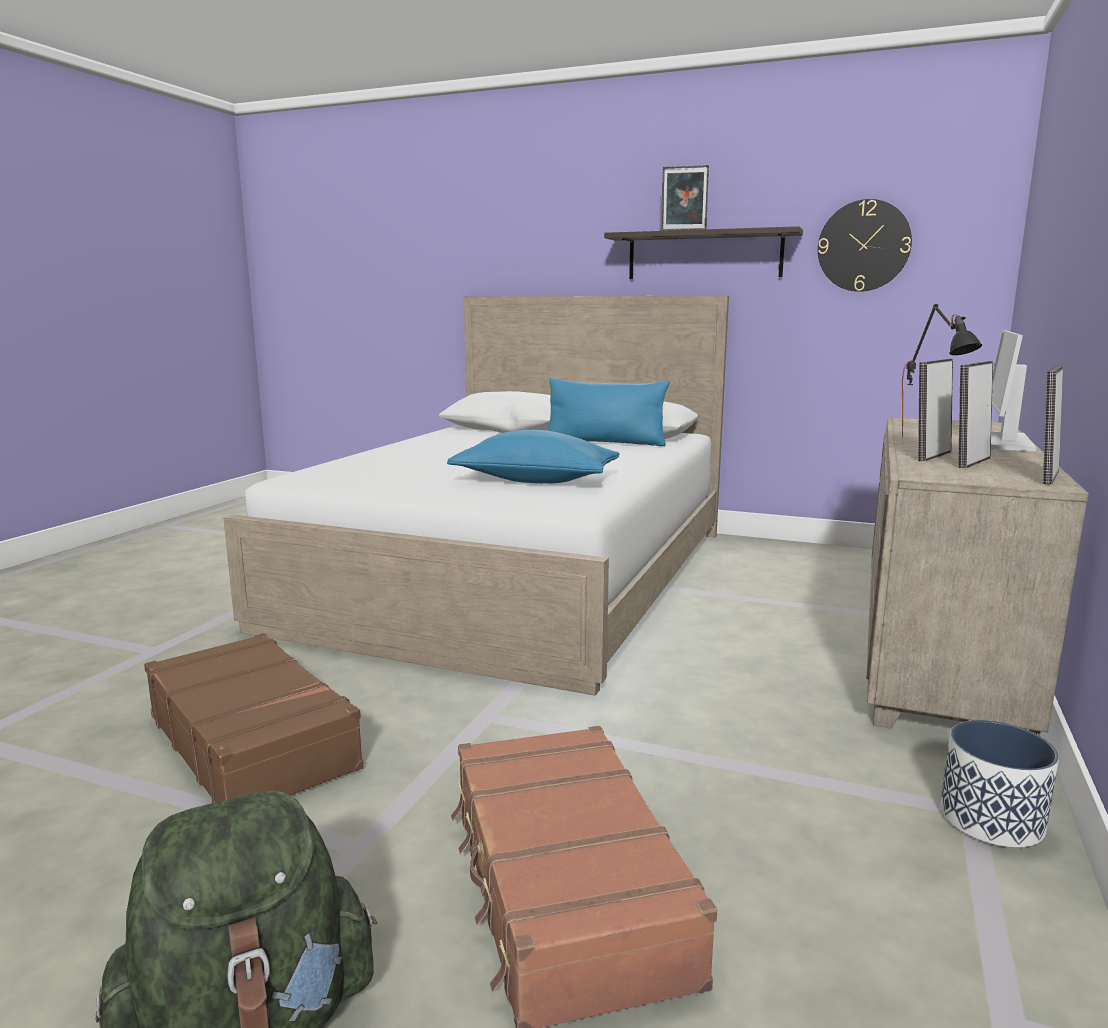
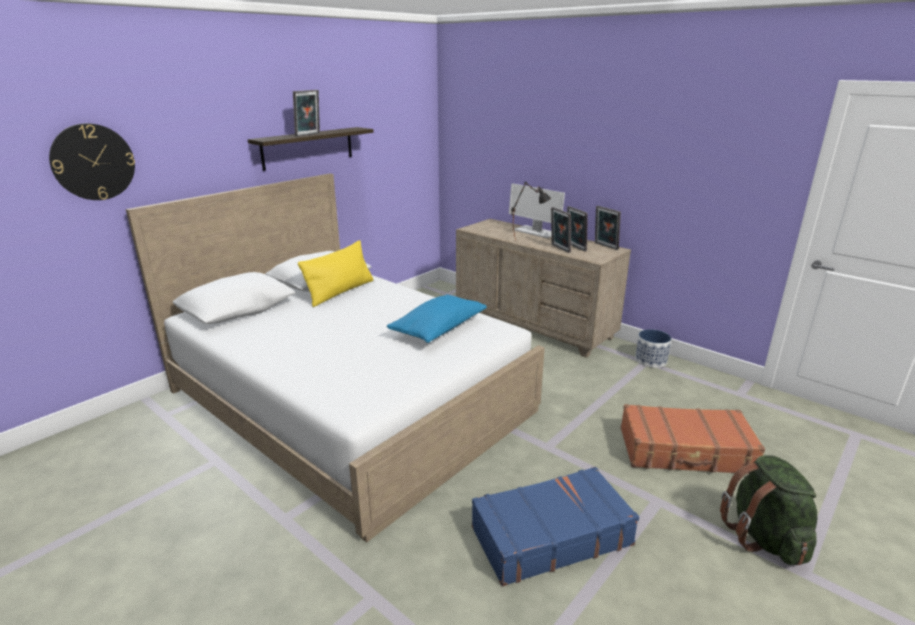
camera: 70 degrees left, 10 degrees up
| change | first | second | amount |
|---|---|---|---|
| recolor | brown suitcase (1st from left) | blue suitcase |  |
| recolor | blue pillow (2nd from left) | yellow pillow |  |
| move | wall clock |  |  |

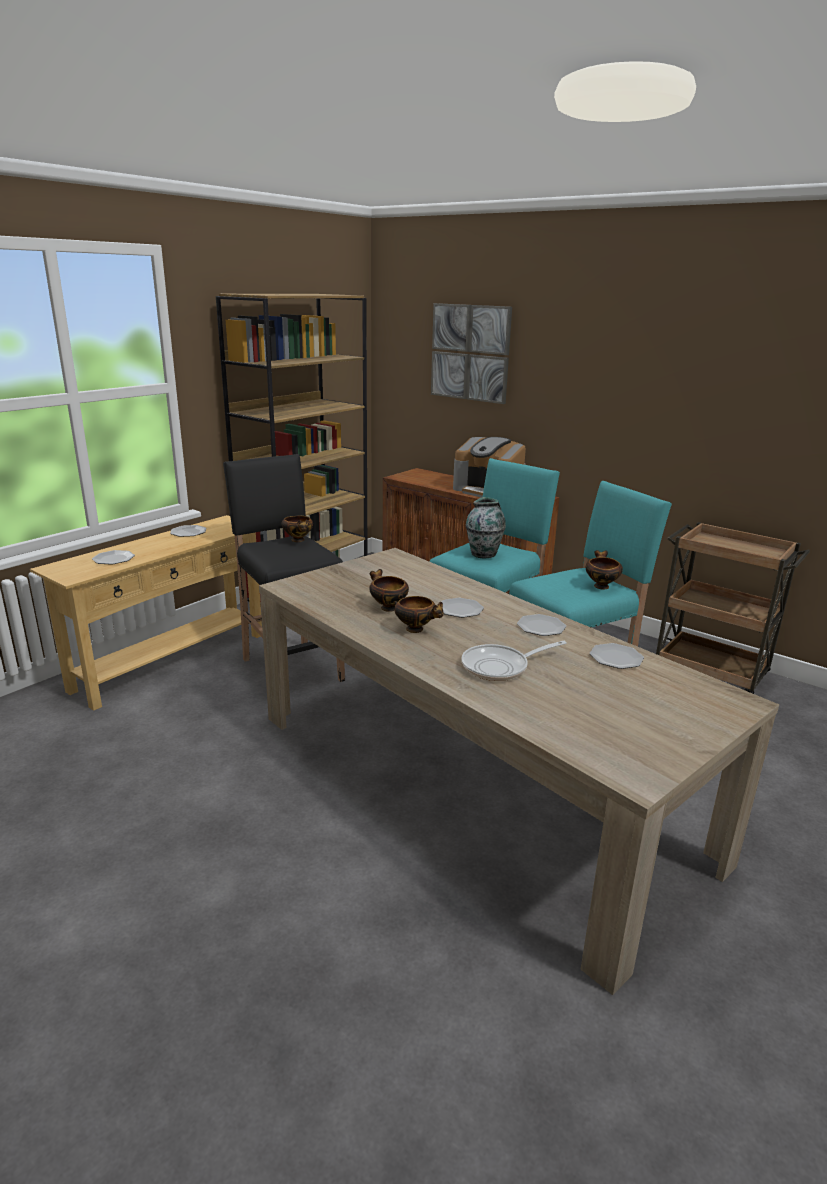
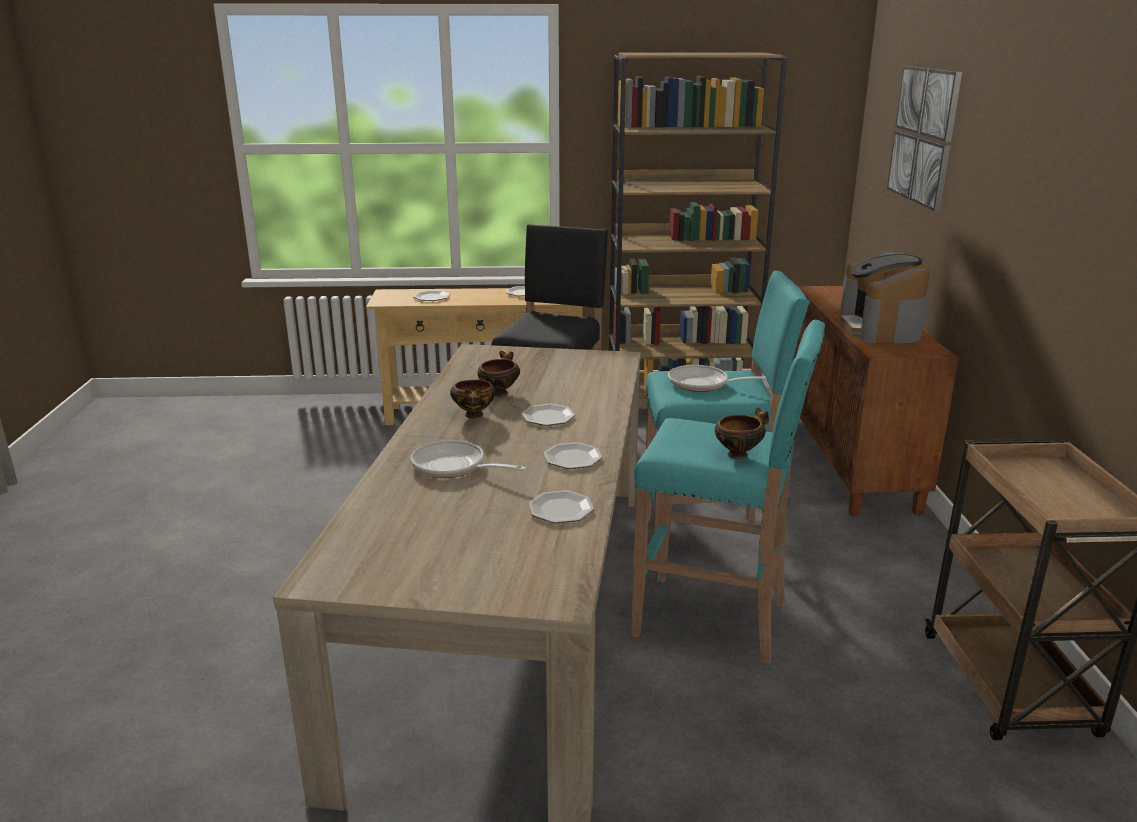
camera: 50 degrees right, 0 degrees up
| change | first | second | amount |
|---|---|---|---|
| delete | bowl (1st from left) |  |  |
| replace | vase | frying pan (2nd from left) |  |

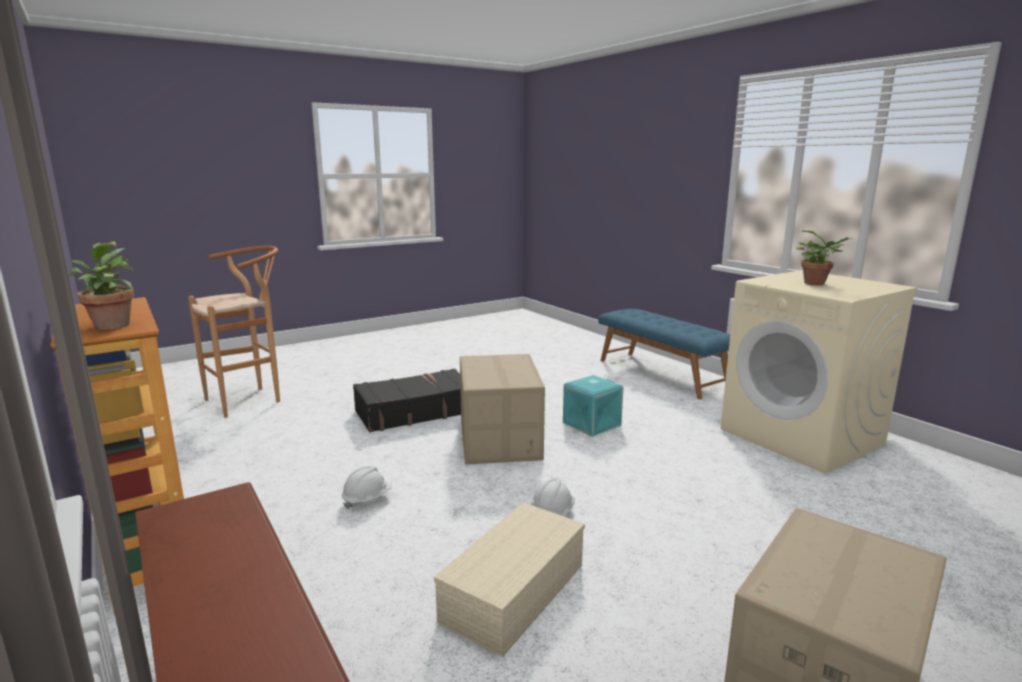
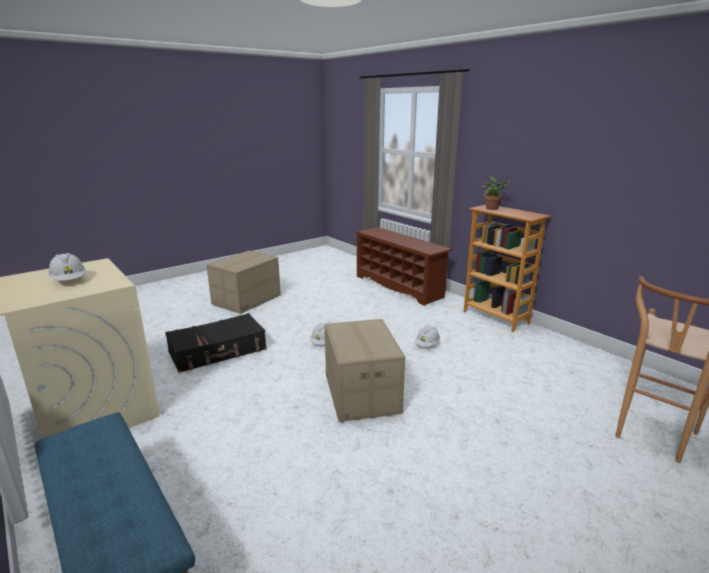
camera: 175 degrees right, 5 degrees up
| change | first | second | amount |
|---|---|---|---|
| move | black suitcase |  |  |
| delete | beige storage box |  |  |
| delete | turquoise storage box |  |  |
| replace | potted plant (2nd from left) | white hard hat (1st from left) |  |

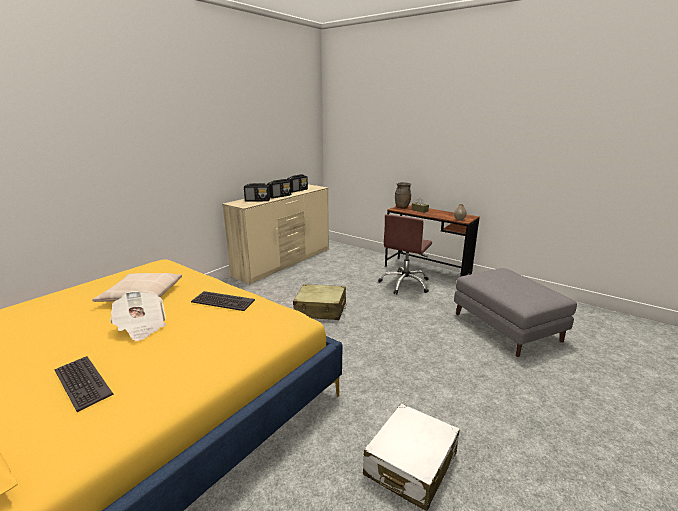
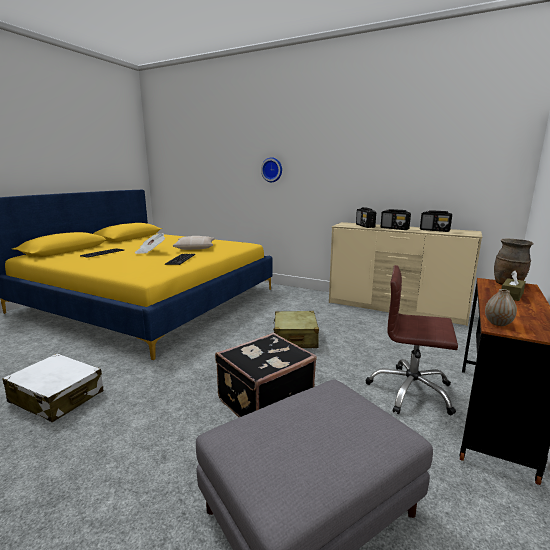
camera: 80 degrees right, 5 degrees down
| change | first | second | amount |
|---|---|---|---|
| insert |  | black suitcase |  |
| insert |  | wall clock |  |

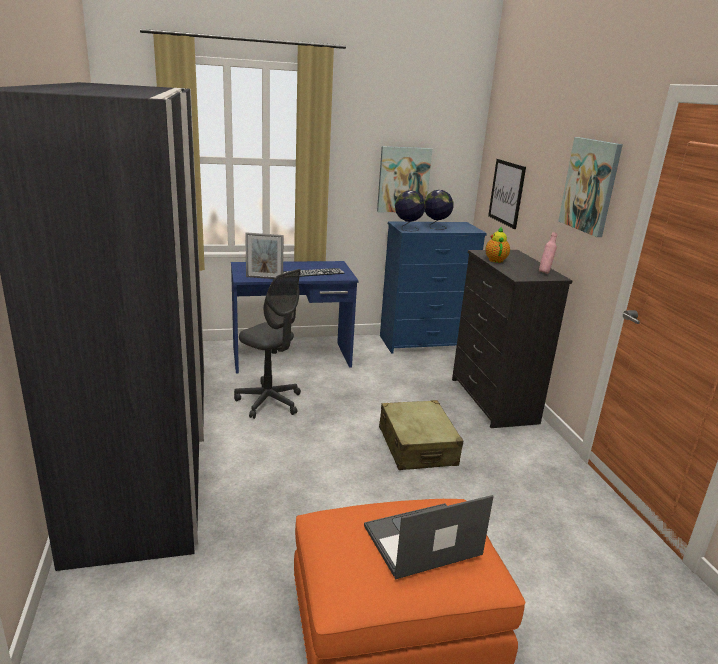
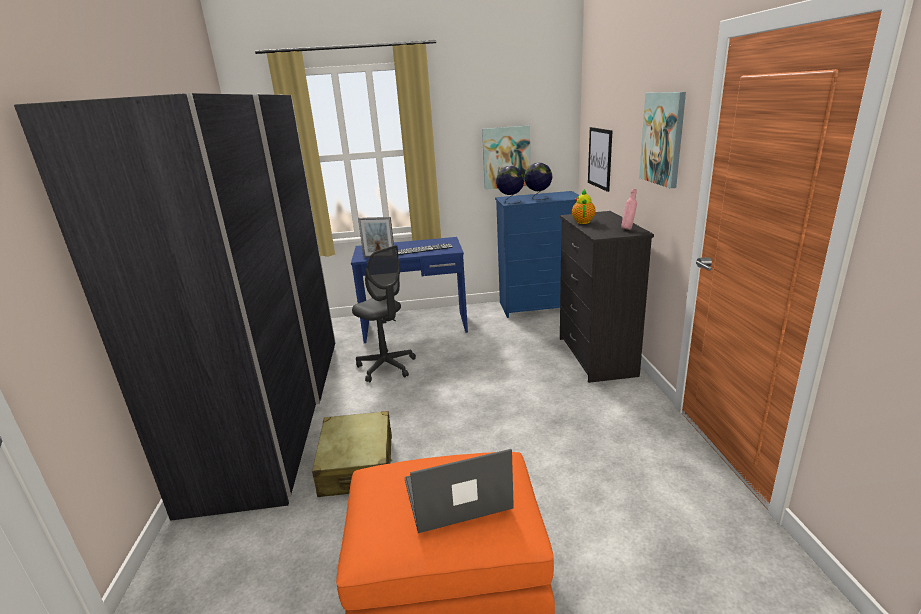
camera: 10 degrees right, 0 degrees up
| change | first | second | amount |
|---|---|---|---|
| move | beige suitcase |  |  |

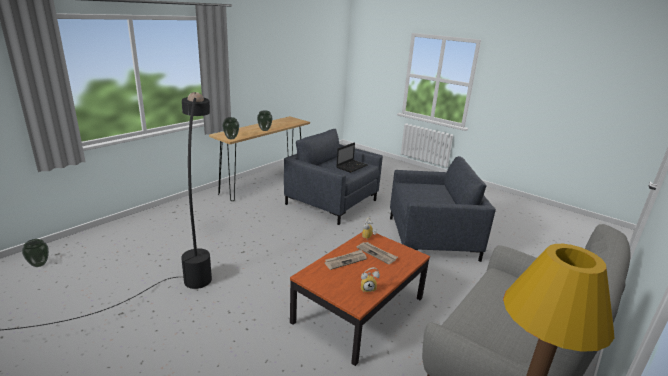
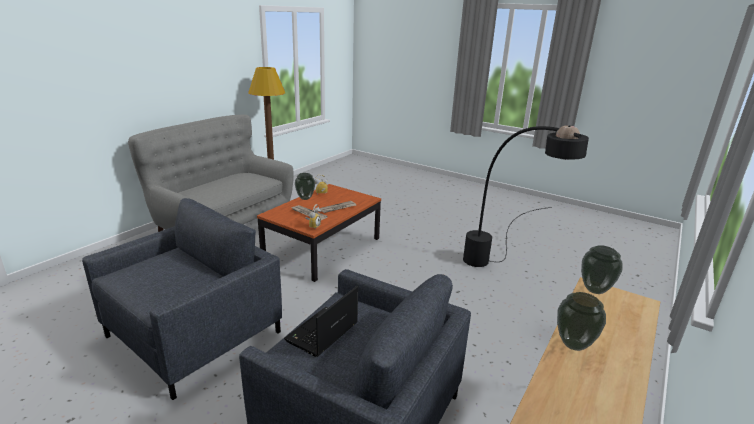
camera: 175 degrees right, 0 degrees up
| change | first | second | amount |
|---|---|---|---|
| move | vase (1st from left) |  |  |
| rotate | grey armchair (2nd from left in the first image) | grey armchair (1st from left) | 135 degrees clockwise |

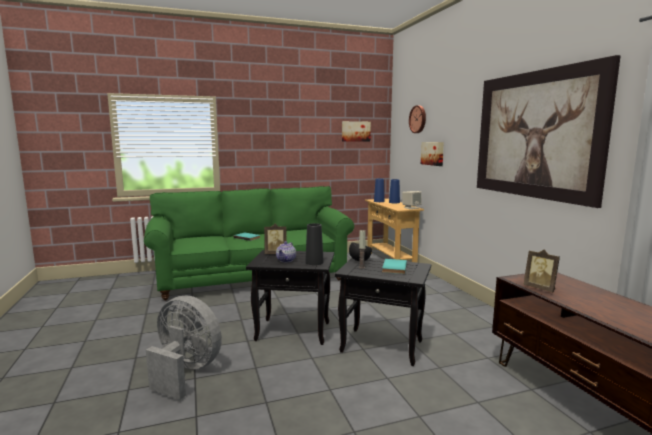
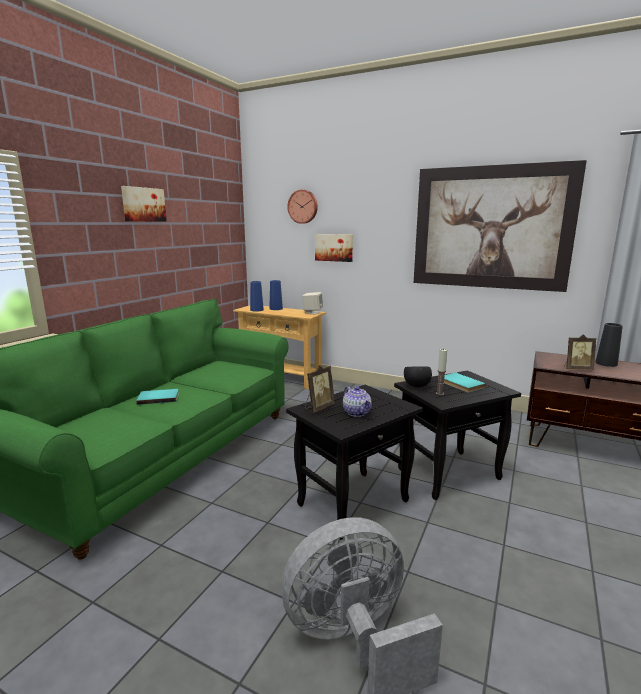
camera: 45 degrees left, 5 degrees up
| change | first | second | amount |
|---|---|---|---|
| move | black vase |  |  |
| move | picture (1st from left) |  |  |

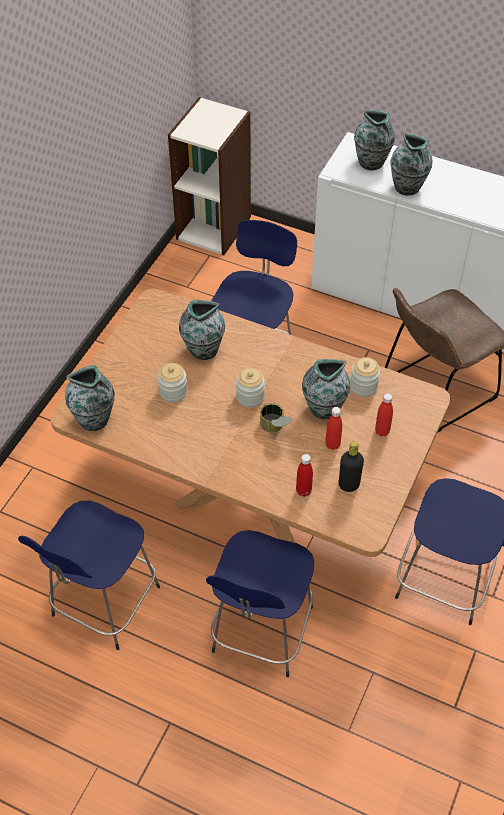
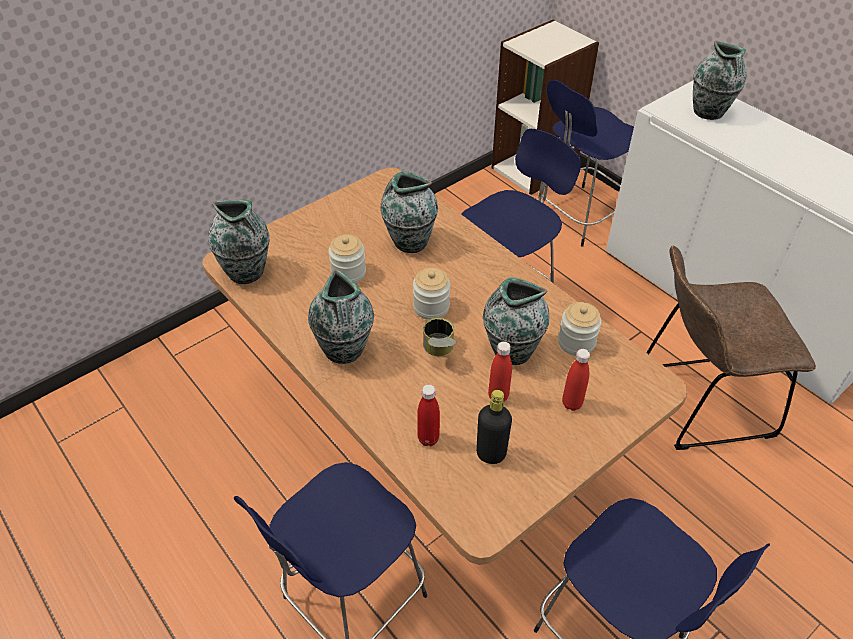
camera: 25 degrees right, 5 degrees down
| change | first | second | amount |
|---|---|---|---|
| move | blue stool (1st from left in the first image) | blue stool (3rd from left) |  |
| move | vase (5th from left in the first image) | vase (2nd from left) |  |

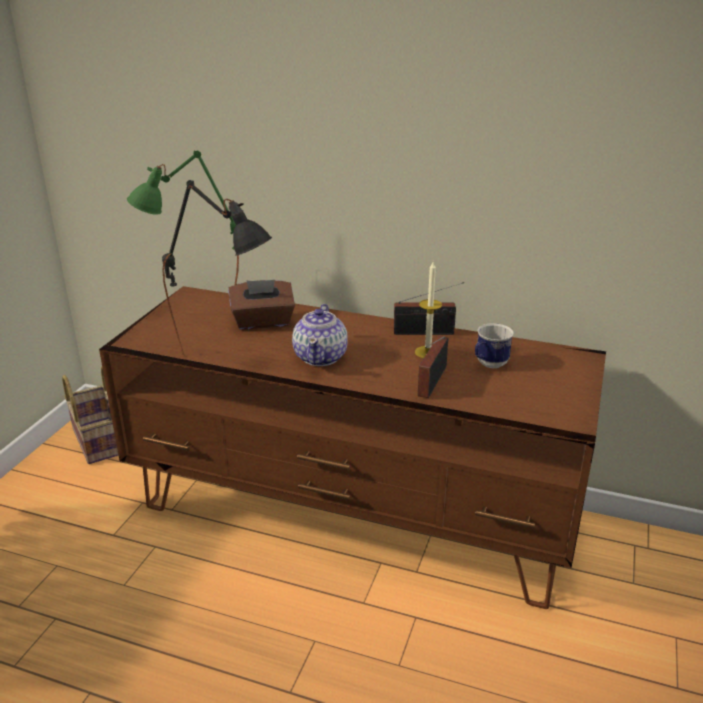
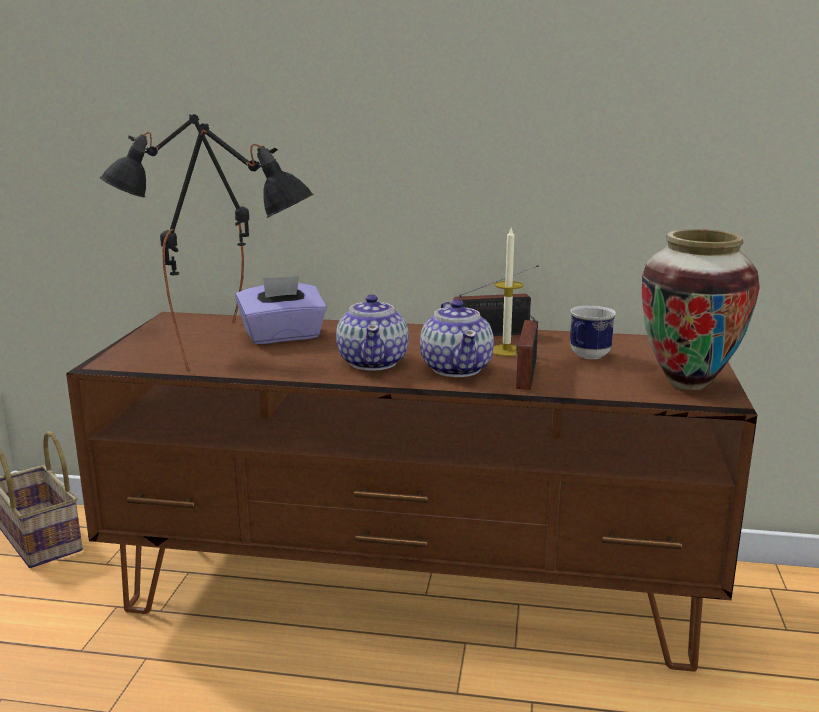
camera: 10 degrees left, 10 degrees down
| change | first | second | amount |
|---|---|---|---|
| recolor | green table lamp | black table lamp (1st from left) |  |
| recolor | brown tissue box | purple tissue box |  |
| insert |  | teapot (2nd from left) |  |
| insert |  | vase |  |

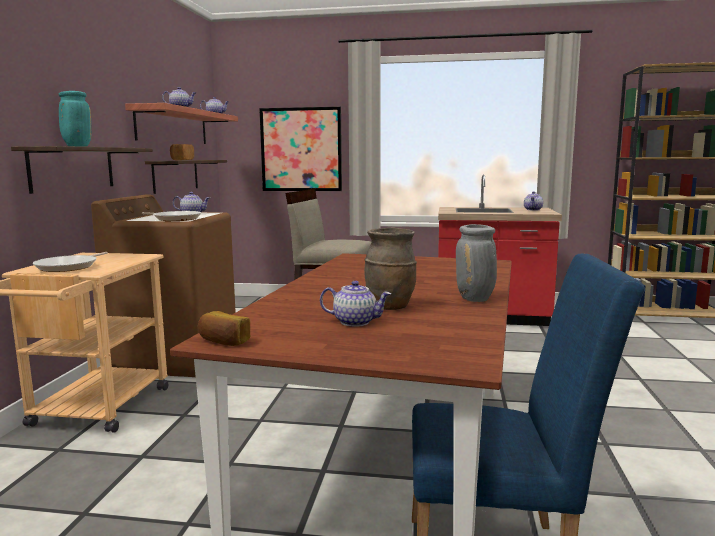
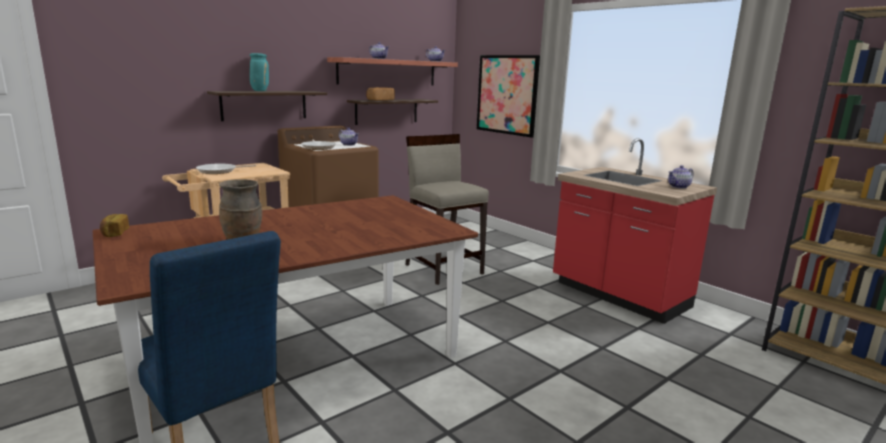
camera: 40 degrees right, 5 degrees up
| change | first | second | amount |
|---|---|---|---|
| delete | teapot (4th from left) |  |  |
| delete | grey vase |  |  |

